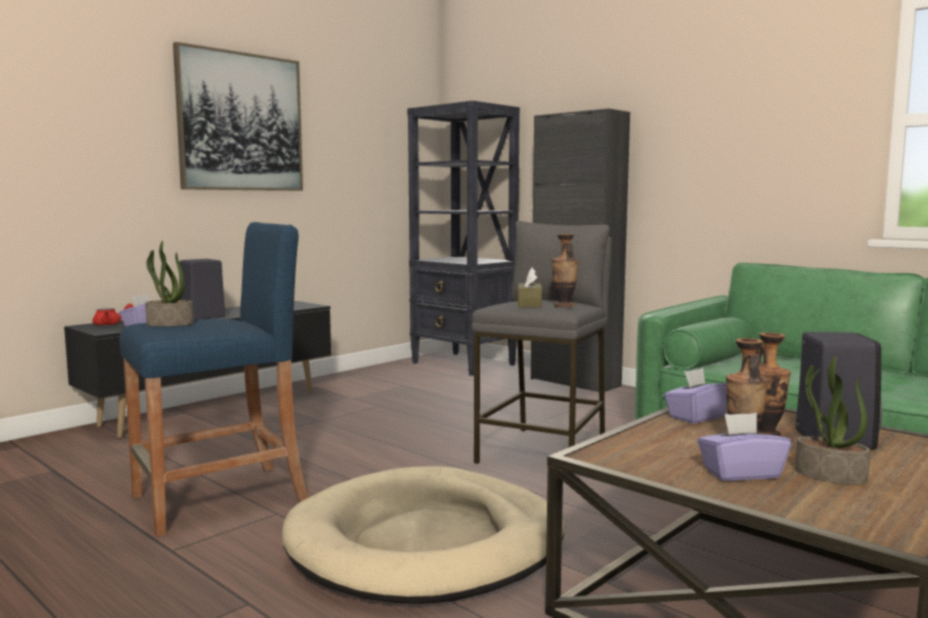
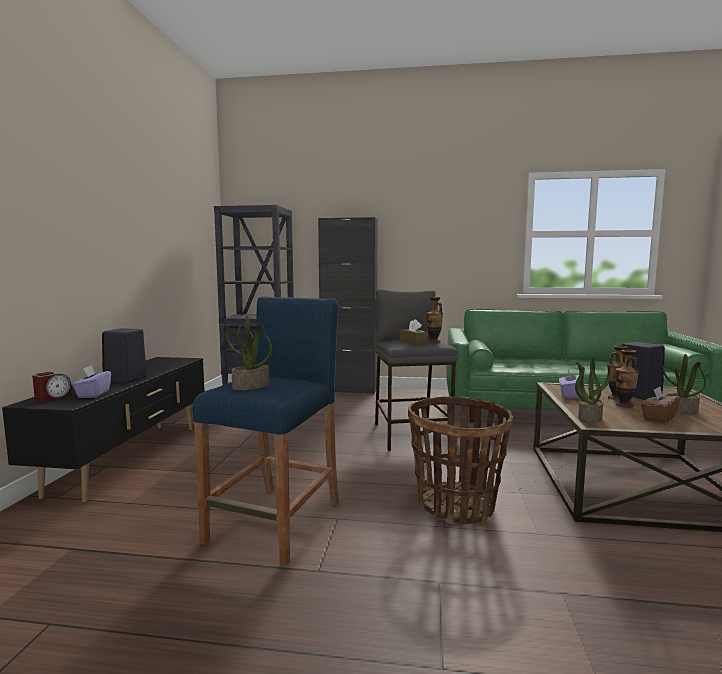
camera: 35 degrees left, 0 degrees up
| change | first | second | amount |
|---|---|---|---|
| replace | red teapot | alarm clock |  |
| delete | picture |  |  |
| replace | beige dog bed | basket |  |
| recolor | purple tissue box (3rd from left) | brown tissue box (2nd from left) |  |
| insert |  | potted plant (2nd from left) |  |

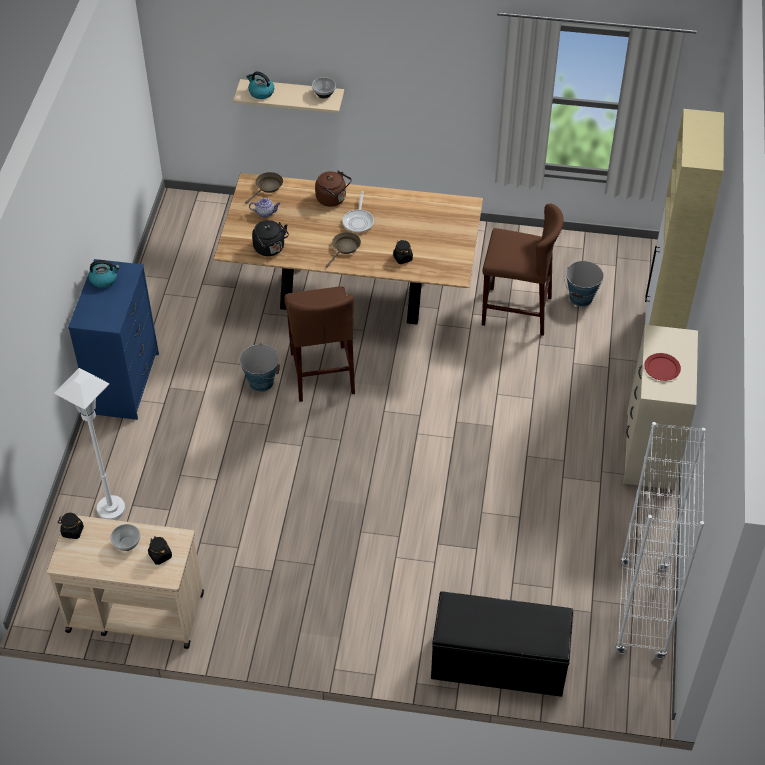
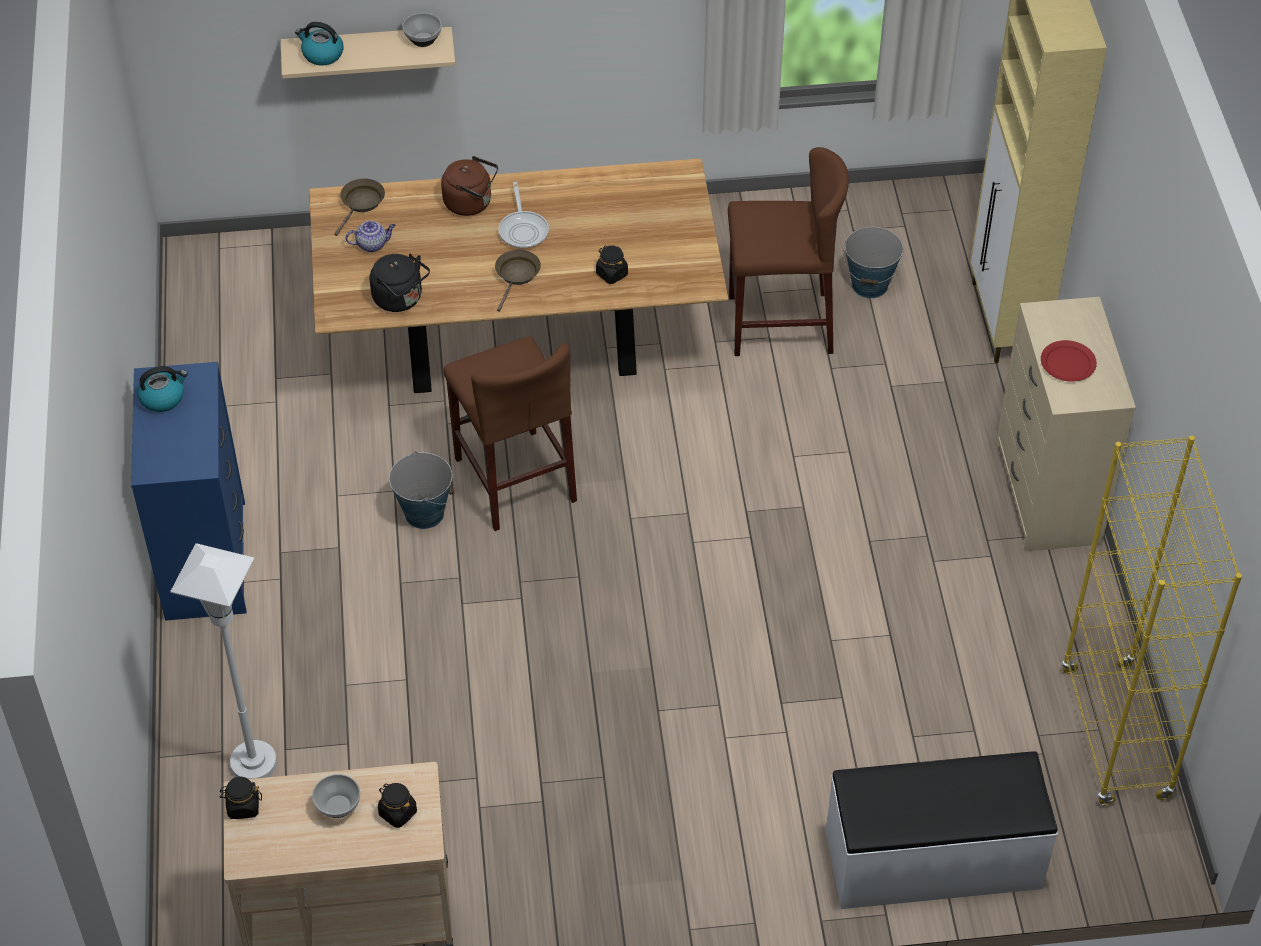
camera: 15 degrees left, 0 degrees up
| change | first | second | amount |
|---|---|---|---|
| recolor | black bench | white bench |  |
| recolor | white bookcase | yellow bookcase |  |

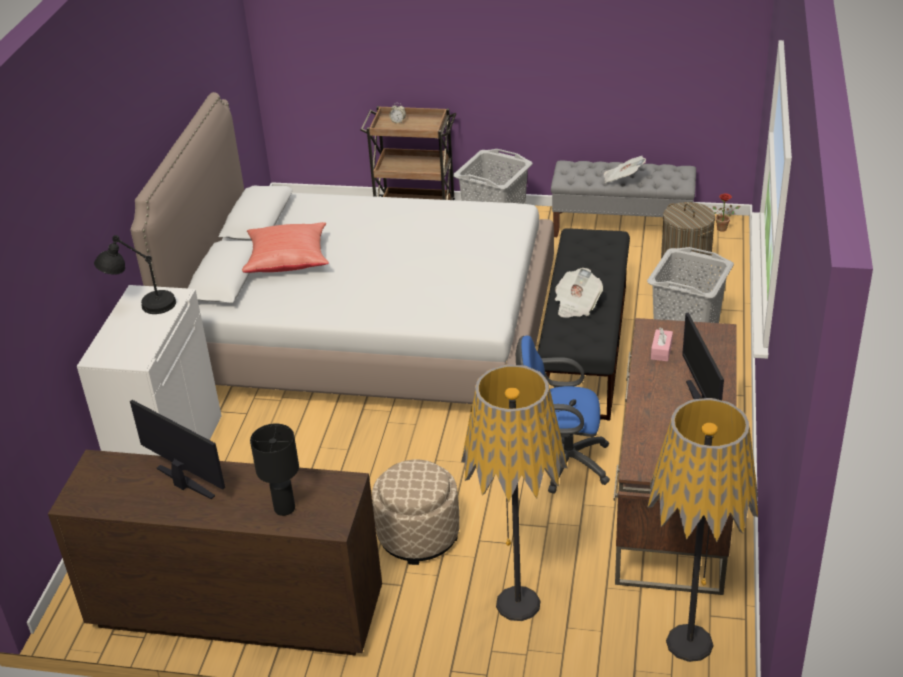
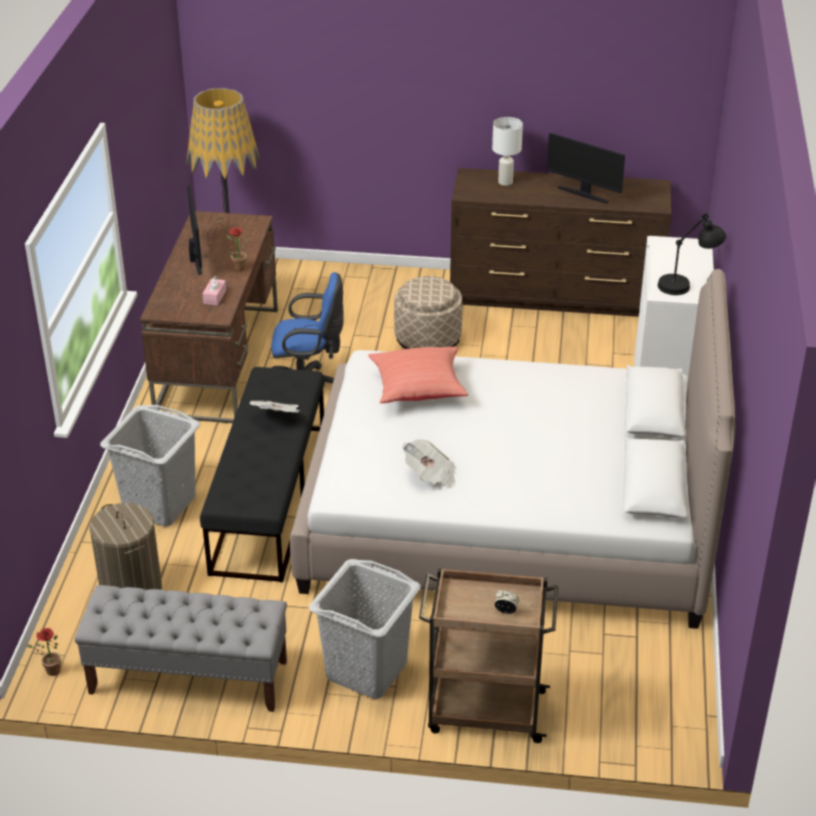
camera: 175 degrees right, 0 degrees up
| change | first | second | amount |
|---|---|---|---|
| move | red pillow |  |  |
| recolor | black table lamp (2nd from left) | white table lamp |  |
| delete | floor lamp (1st from left) |  |  |
| move | newspaper (2nd from left) |  |  |
| insert |  | potted plant (2nd from left) |  |

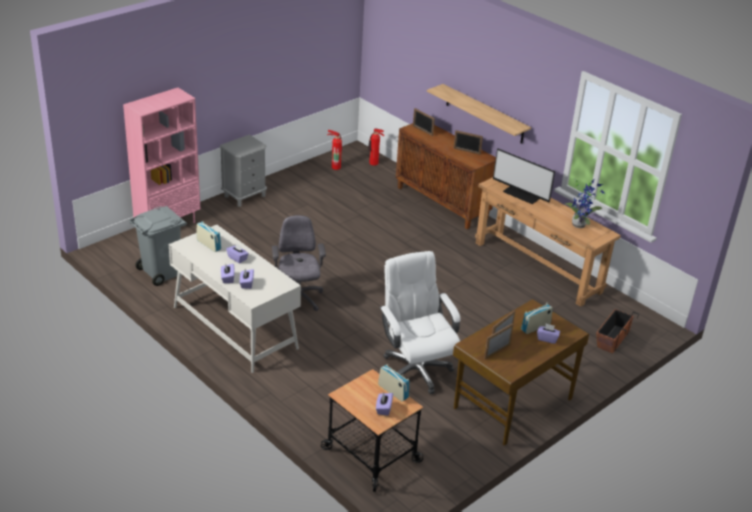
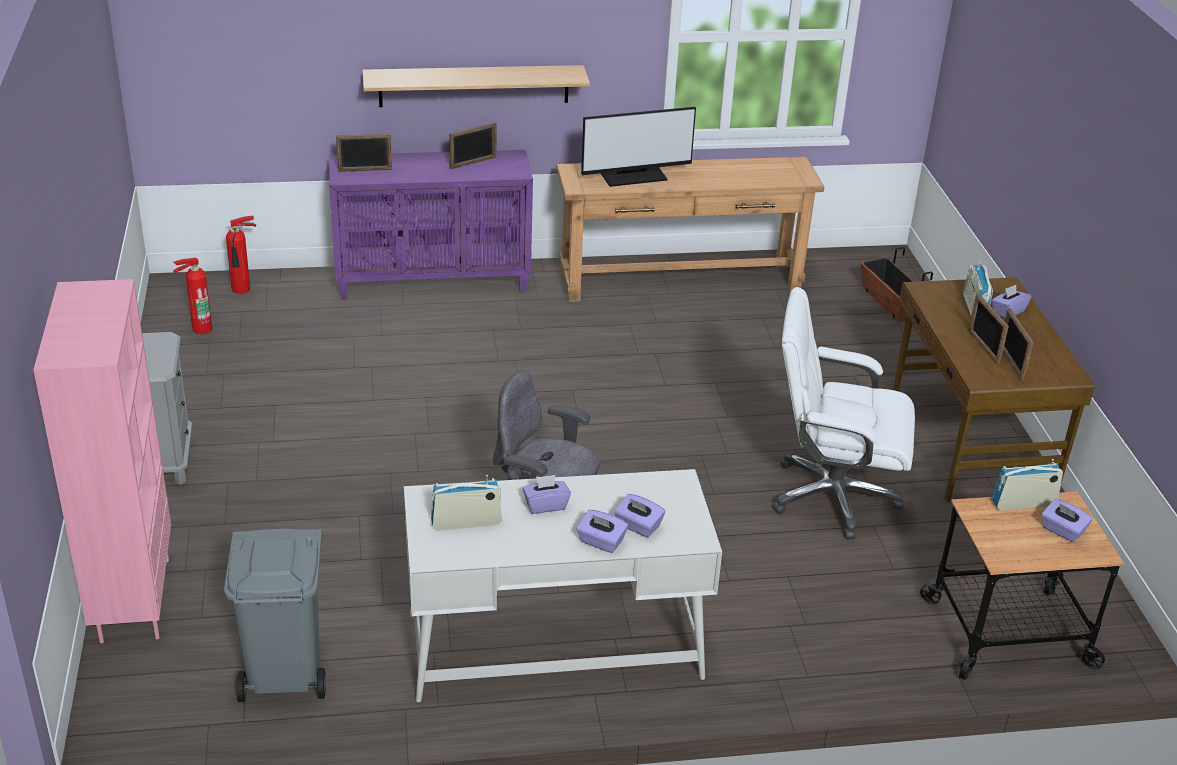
camera: 55 degrees left, 0 degrees up
| change | first | second | amount |
|---|---|---|---|
| recolor | brown cabinet | purple cabinet |  |
| delete | potted plant |  |  |

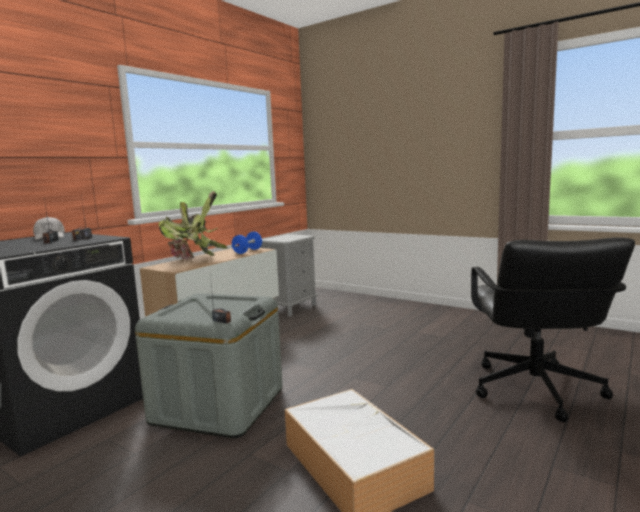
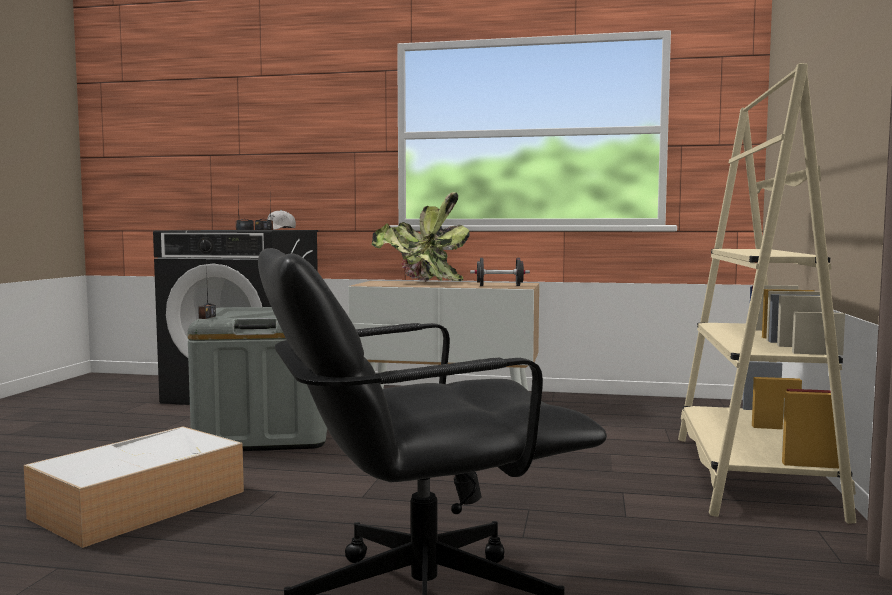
camera: 65 degrees right, 5 degrees down
| change | first | second | amount |
|---|---|---|---|
| recolor | blue dumbbell | black dumbbell |  |
| delete | grey nightstand |  |  |
| insert |  | beige bookcase |  |

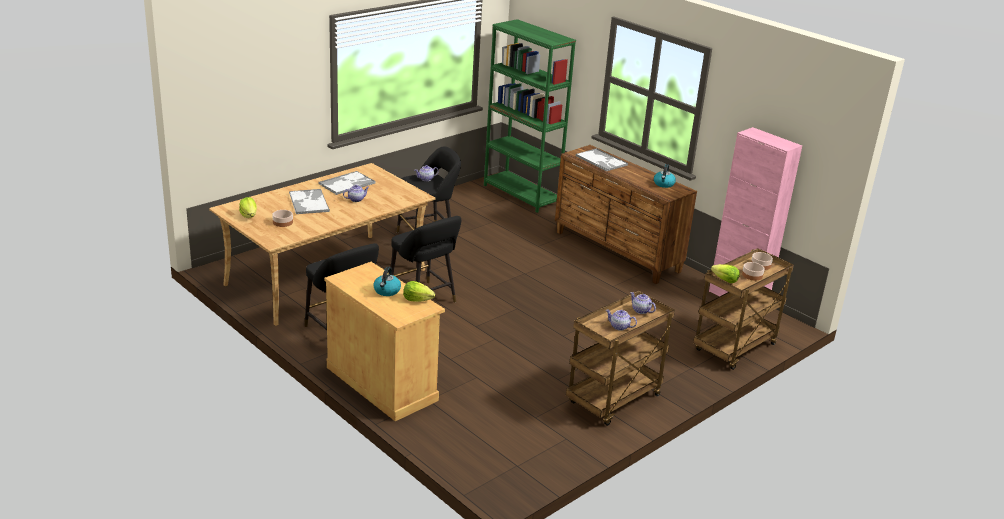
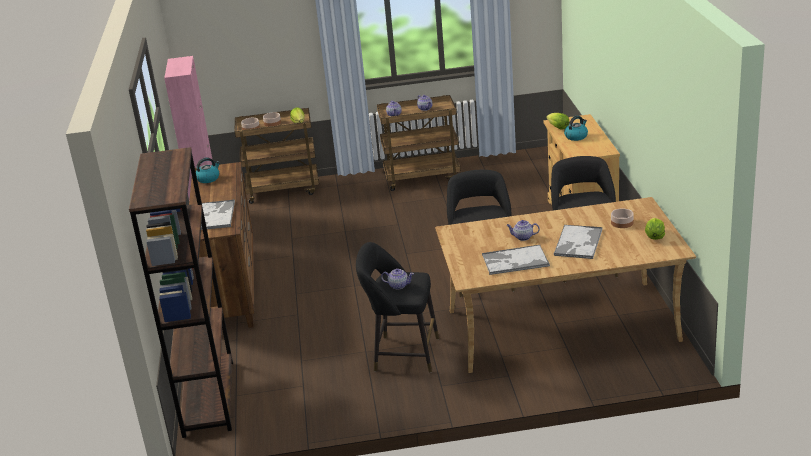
camera: 140 degrees left, 0 degrees up
| change | first | second | amount |
|---|---|---|---|
| recolor | green bookcase | brown bookcase |  |

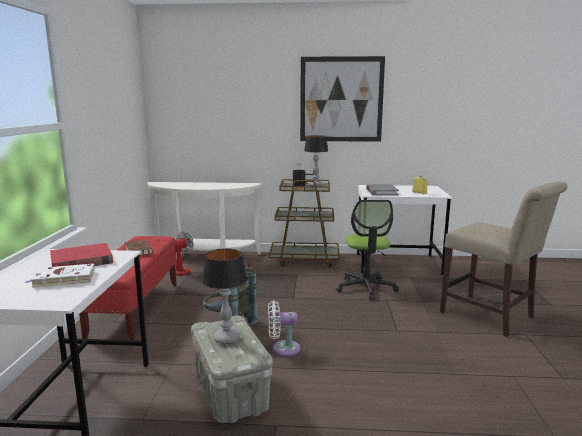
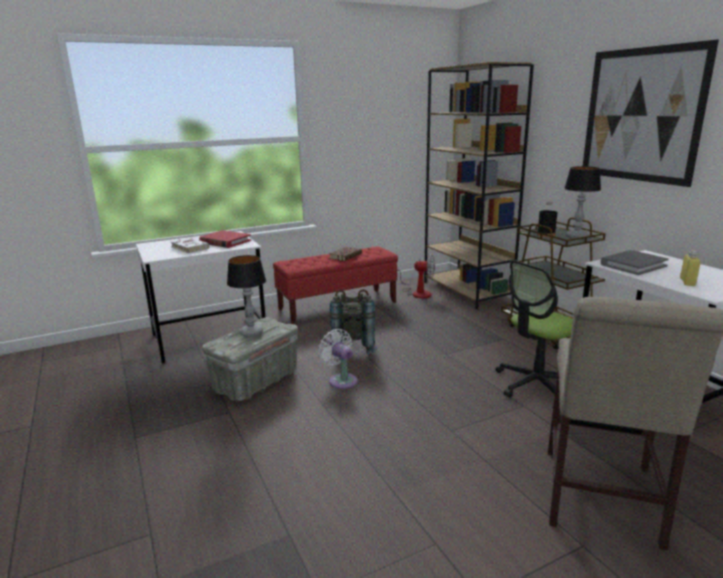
camera: 60 degrees right, 5 degrees up
| change | first | second | amount |
|---|---|---|---|
| replace | white console table | brown bookcase |  |

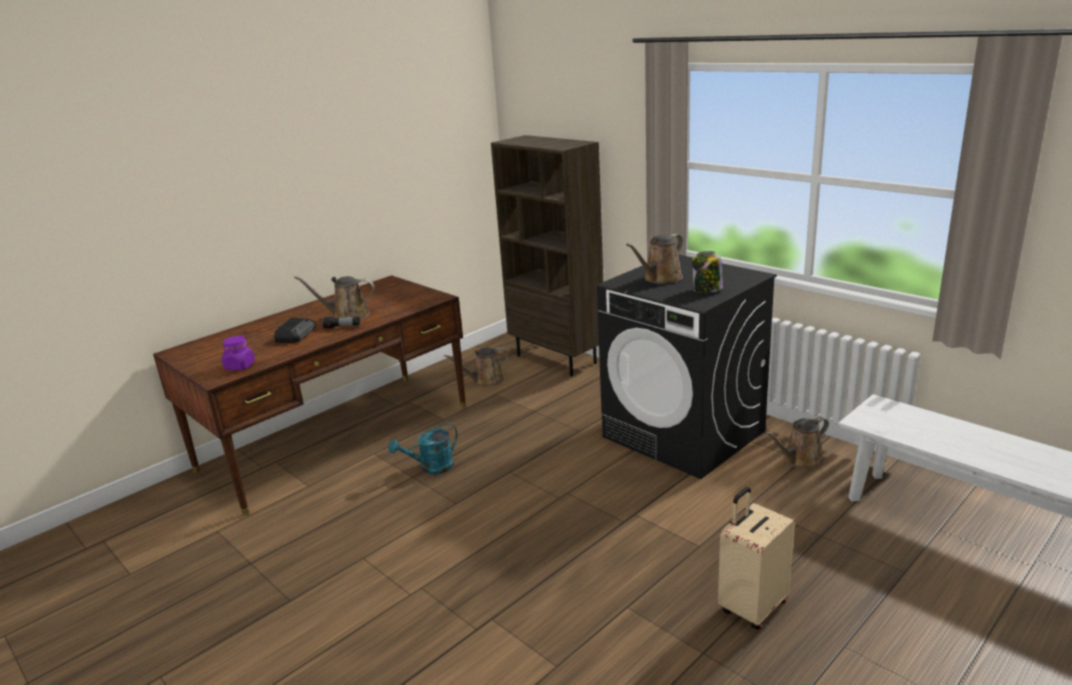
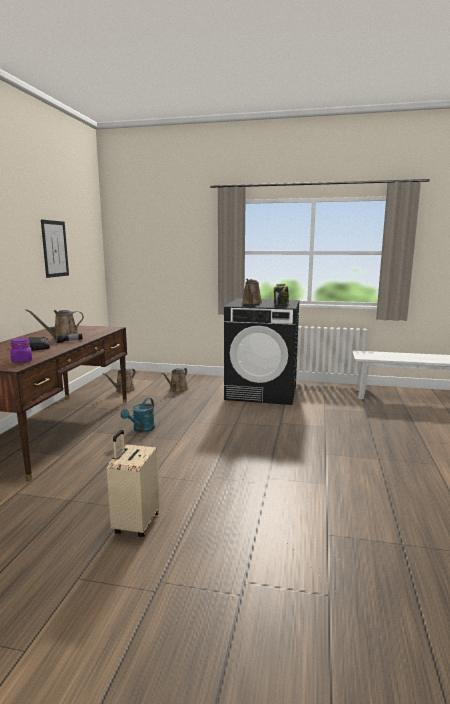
camera: 35 degrees left, 10 degrees down
| change | first | second | amount |
|---|---|---|---|
| delete | brown bookcase |  |  |
| move | beige suitcase |  |  |
| move | brown watering can (4th from left in the first image) | brown watering can (3rd from left) |  |
| insert |  | picture |  |

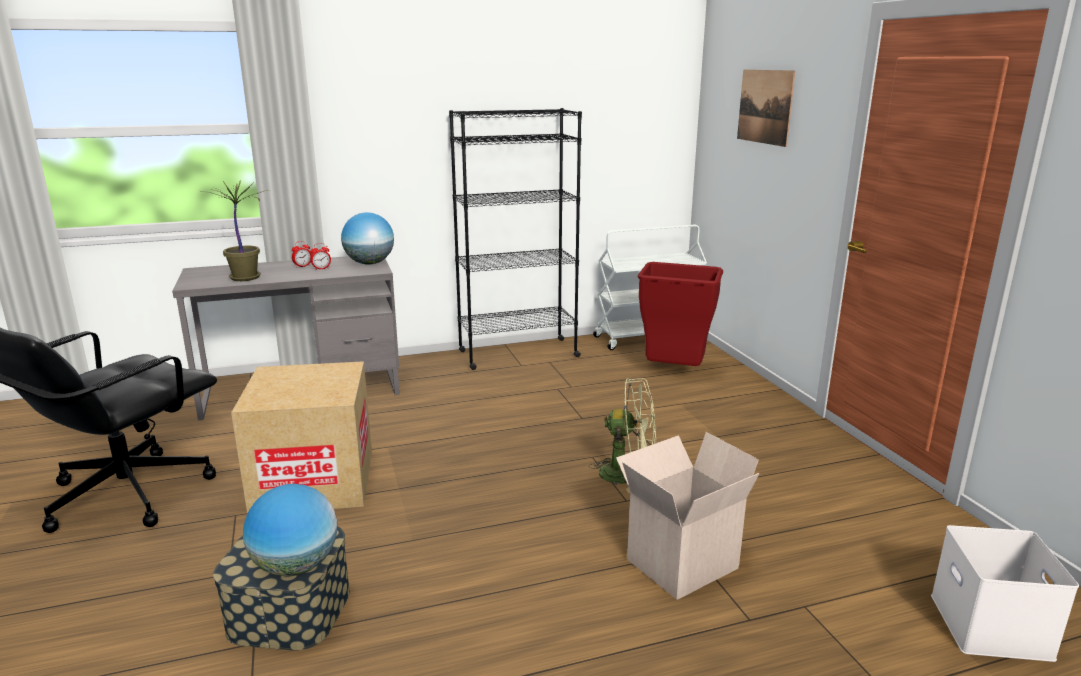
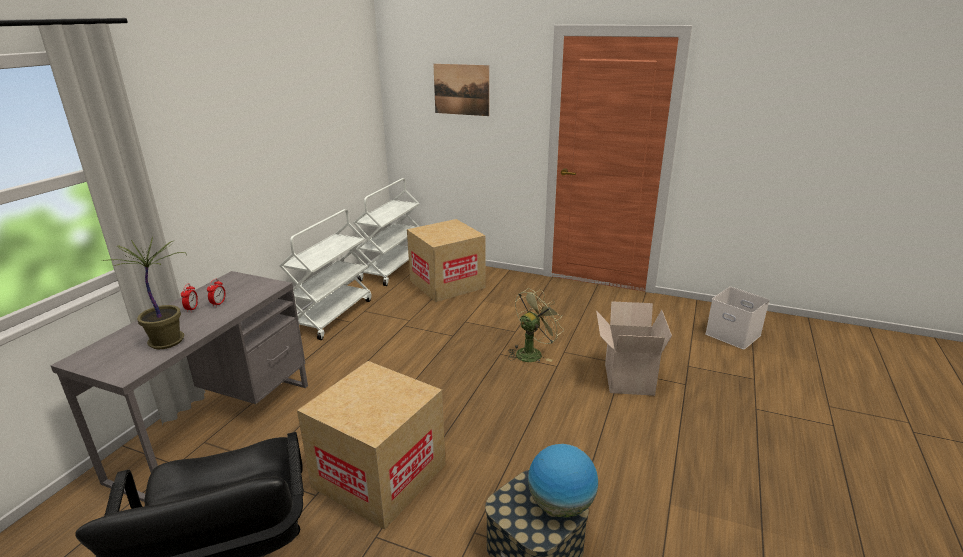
camera: 50 degrees left, 5 degrees up
| change | first | second | amount |
|---|---|---|---|
| delete | globe (2nd from left) |  |  |
| replace | black bookcase | white cart (1st from left) |  |
| replace | red trash can | cardboard box (2nd from left) |  |

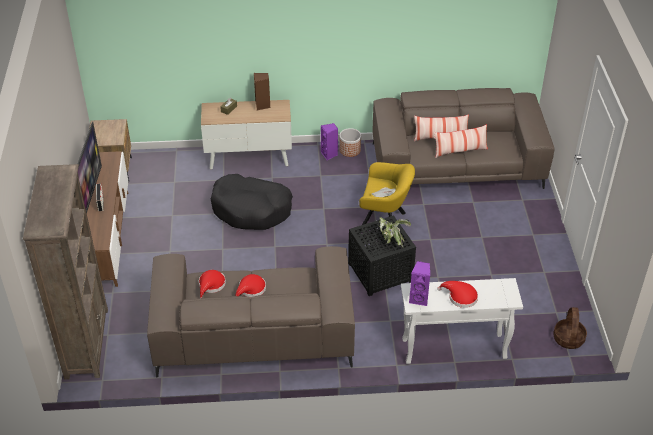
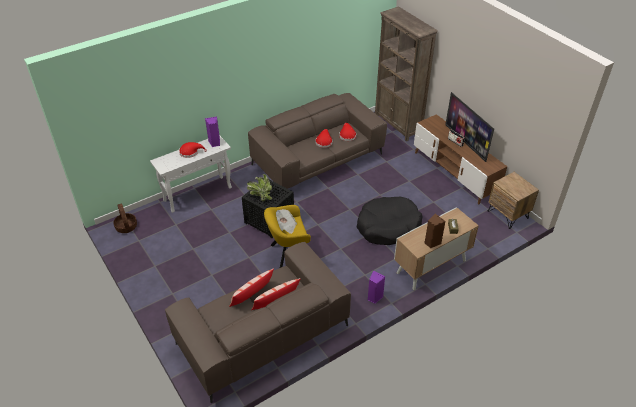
camera: 150 degrees right, 0 degrees up
| change | first | second | amount |
|---|---|---|---|
| delete | planter |  |  |

